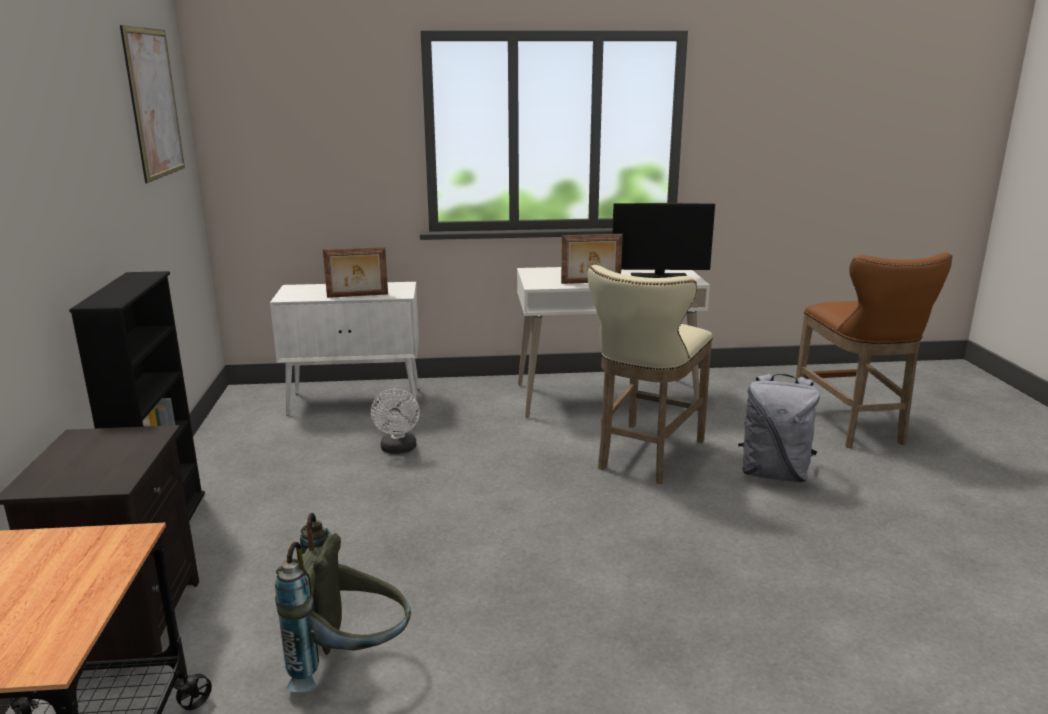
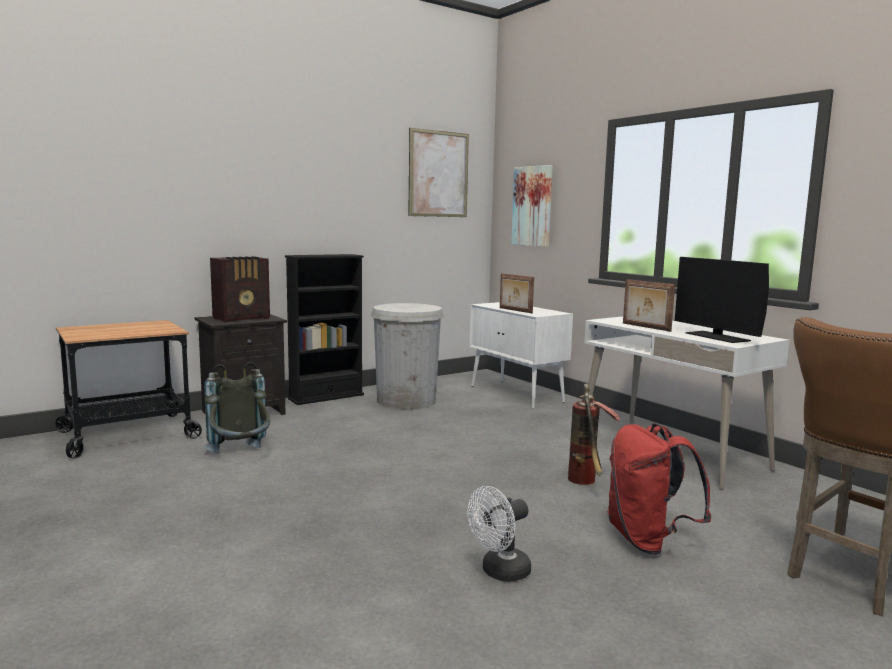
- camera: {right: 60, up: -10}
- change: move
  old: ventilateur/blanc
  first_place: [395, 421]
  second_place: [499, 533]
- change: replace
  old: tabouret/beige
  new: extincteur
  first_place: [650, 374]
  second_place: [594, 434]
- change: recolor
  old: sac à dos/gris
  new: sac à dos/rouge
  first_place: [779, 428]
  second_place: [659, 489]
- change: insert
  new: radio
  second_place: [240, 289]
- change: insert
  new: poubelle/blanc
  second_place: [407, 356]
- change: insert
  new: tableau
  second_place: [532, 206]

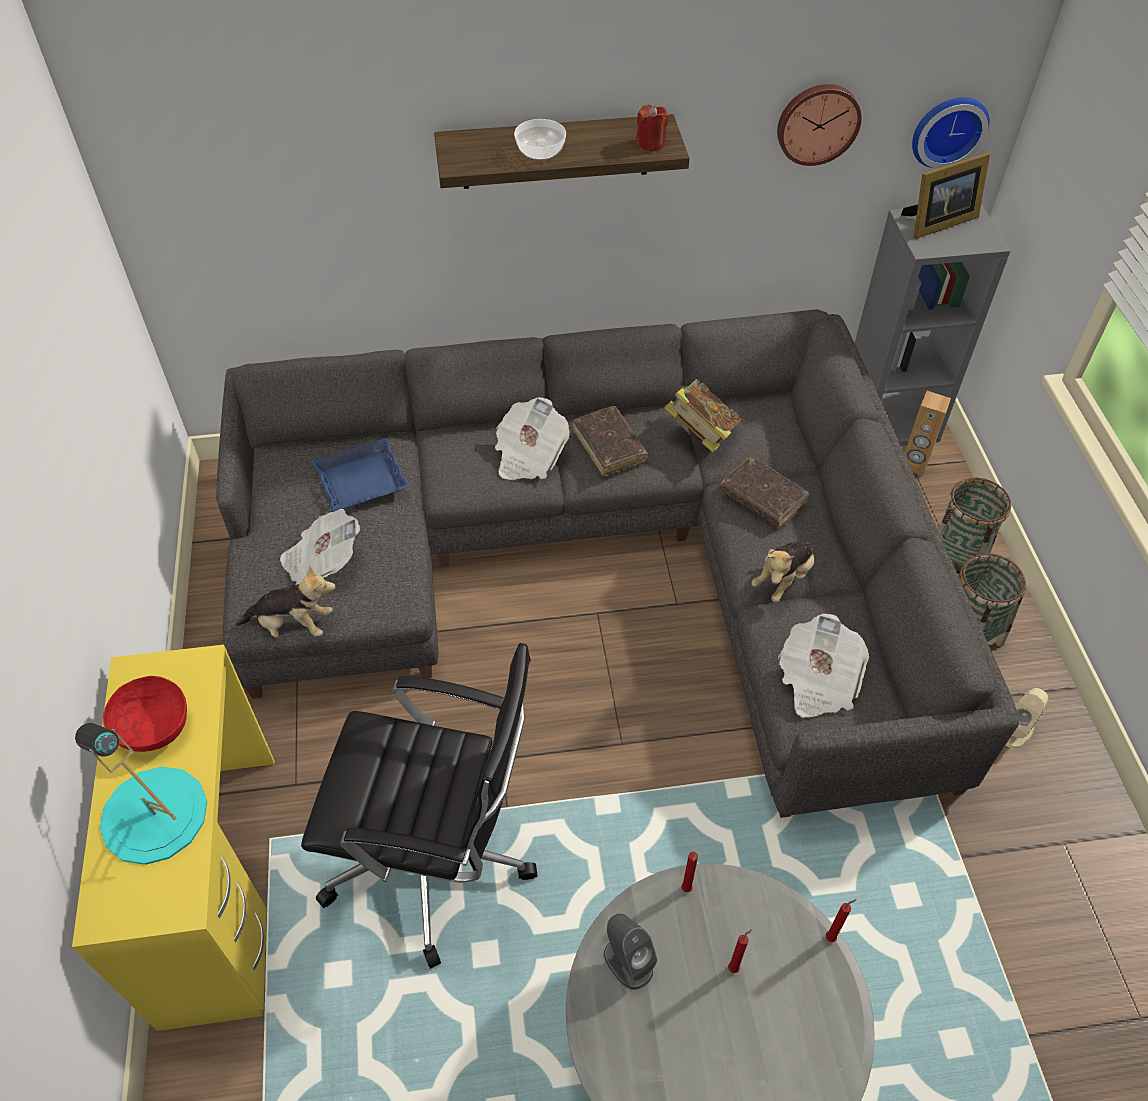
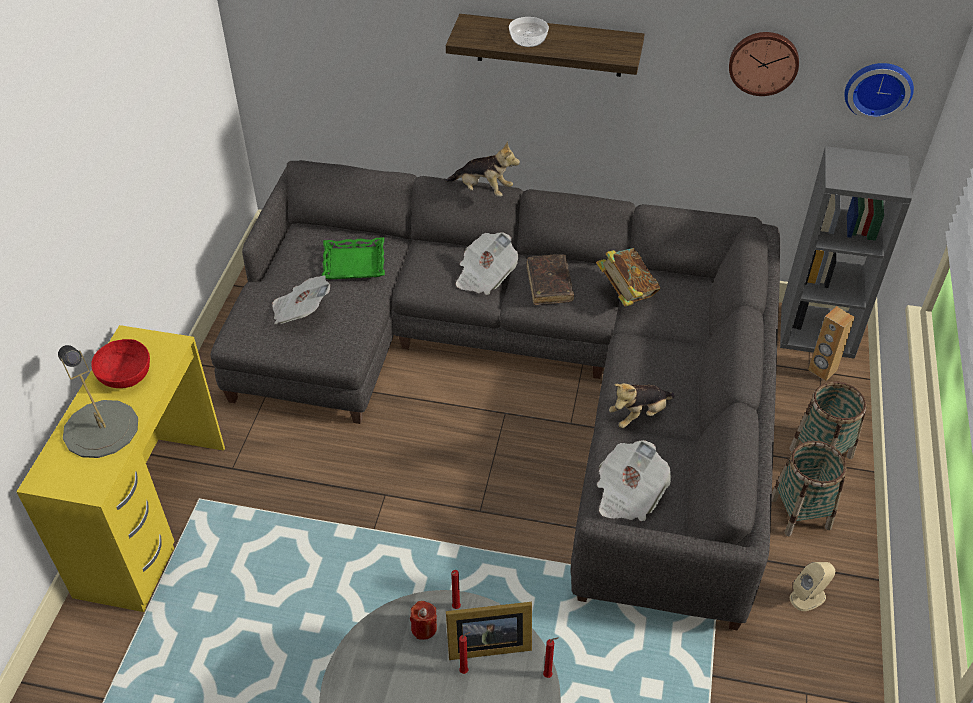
- camera: {right: 20, up: -5}
- change: recolor
  old: lampe de table/turquoise
  new: lampe de table/gris
  first_place: [141, 794]
  second_place: [98, 401]
- change: move
  old: peluche
  first_place: [286, 601]
  second_place: [483, 169]
- change: delete
  old: chaise de bureau/noir
  first_place: [419, 806]
- change: recolor
  old: plateau/bleu
  new: plateau/vert
  first_place: [361, 475]
  second_place: [353, 258]
- change: delete
  old: enceinte/gris
  first_place: [631, 952]
- change: move
  old: bougie/rouge
  first_place: [652, 128]
  second_place: [423, 620]
- change: delete
  old: livre/marron
  first_place: [764, 492]
- change: move
  old: cadre photo
  first_place: [945, 195]
  second_place: [489, 631]

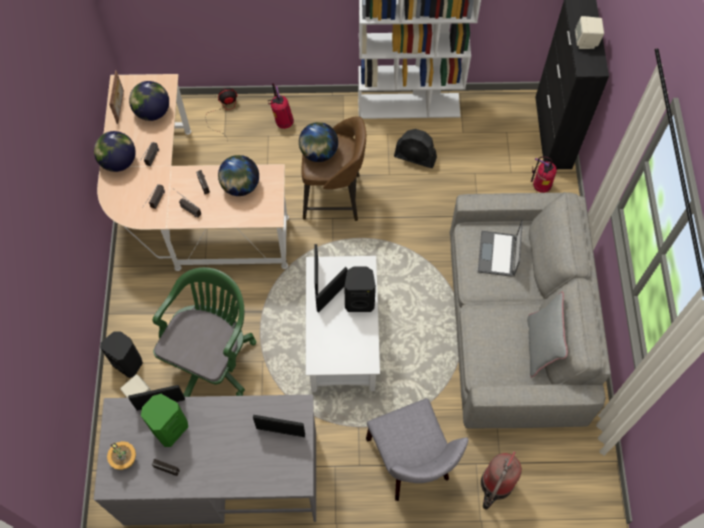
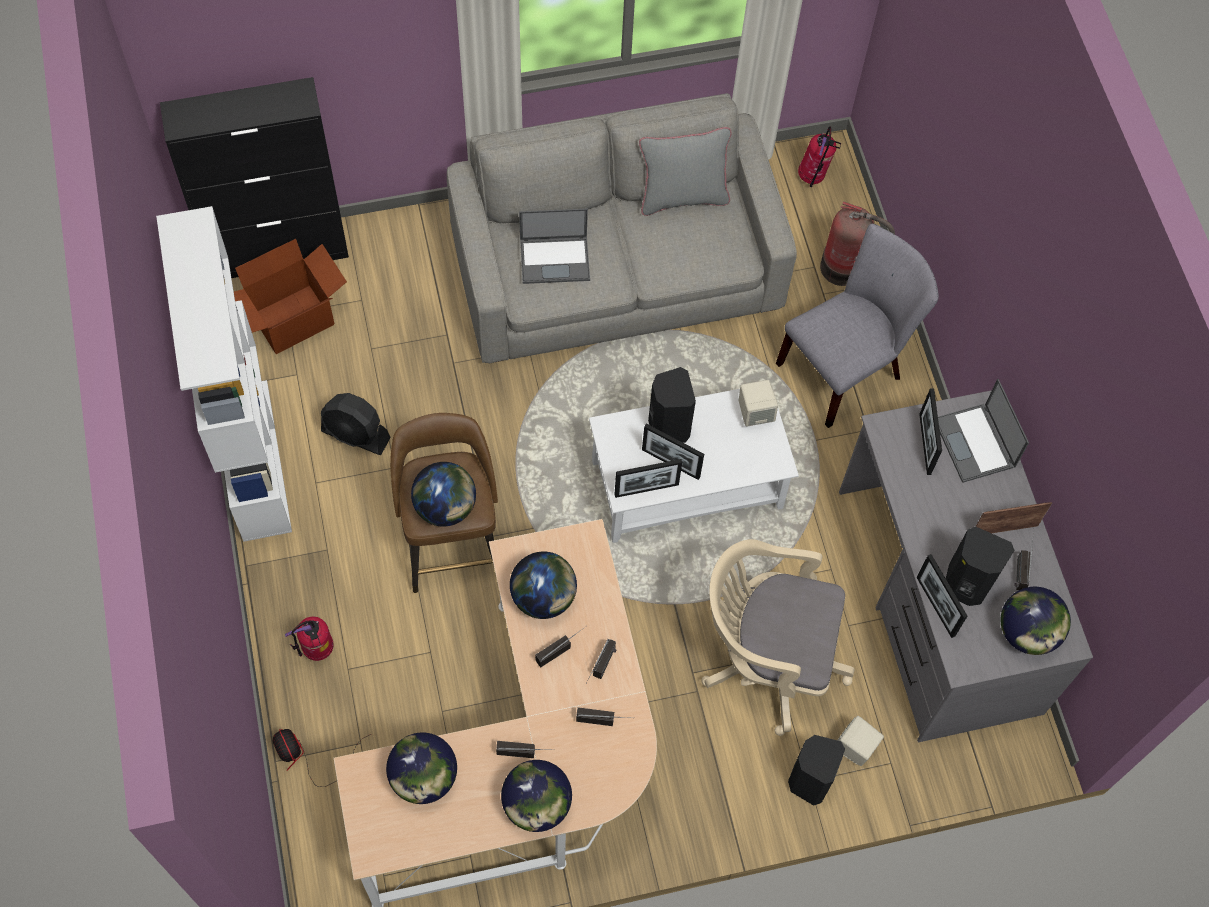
- camera: {right: -105, up: 0}
- change: replace
  old: plante en pot
  new: globe
  first_place: [121, 455]
  second_place: [1036, 621]
- change: move
  old: cadre photo
  first_place: [116, 97]
  second_place: [1014, 517]
- change: recolor
  old: enceinte/vert
  new: enceinte/noir
  first_place: [164, 420]
  second_place: [980, 566]
- change: recolor
  old: chaise de bureau/vert
  new: chaise de bureau/beige
  first_place: [204, 332]
  second_place: [778, 637]
- change: rotate
  old: ventilateur/noir
  first_place: [415, 148]
  second_place: [356, 424]
  degrees: 105
- change: move
  old: extincteur
  first_place: [544, 175]
  second_place: [819, 156]
- change: move
  old: enceinte/beige
  first_place: [589, 32]
  second_place: [758, 403]
- change: insert
  new: carton
  second_place: [290, 296]
- change: insert
  new: ordinateur portable
  second_place: [983, 431]

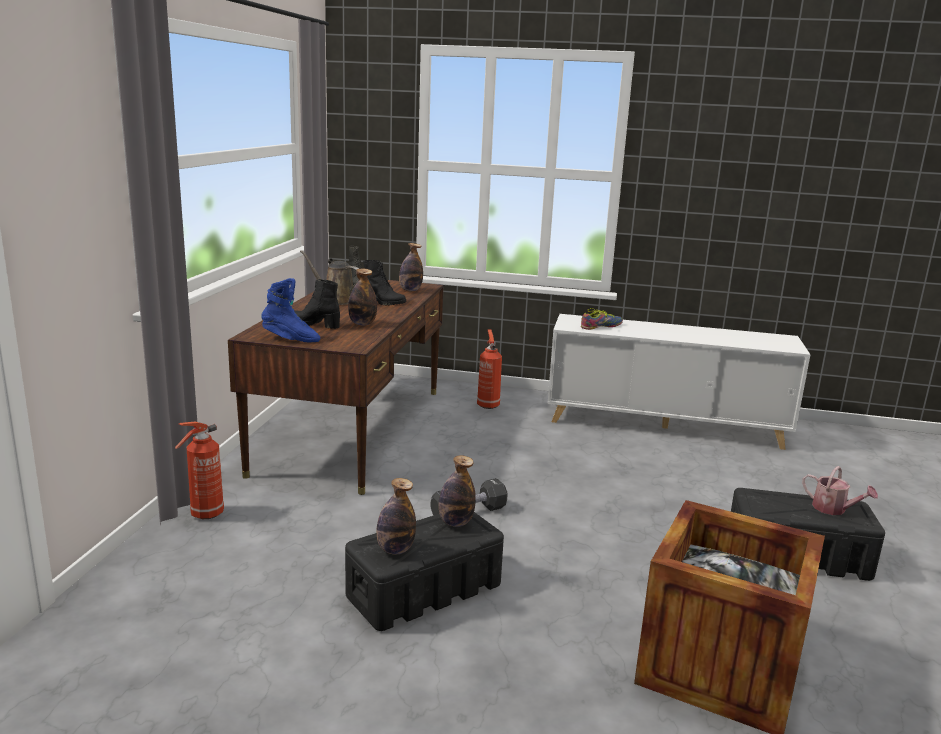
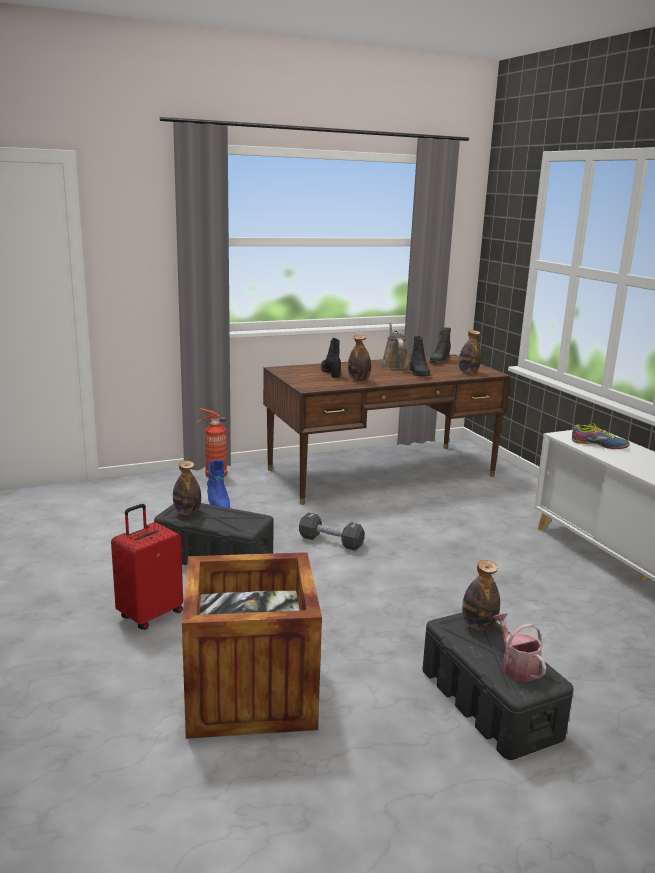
- camera: {right: 55, up: 0}
- change: move
  old: botte/bleu
  first_place: [290, 310]
  second_place: [218, 484]
- change: move
  old: bouteille
  first_place: [457, 491]
  second_place: [481, 595]
- change: delete
  old: extincteur
  first_place: [489, 369]
- change: rotate
  old: arrosoir
  first_place: [840, 490]
  second_place: [519, 647]
  degrees: 150
- change: insert
  new: valise/rouge
  second_place: [147, 567]

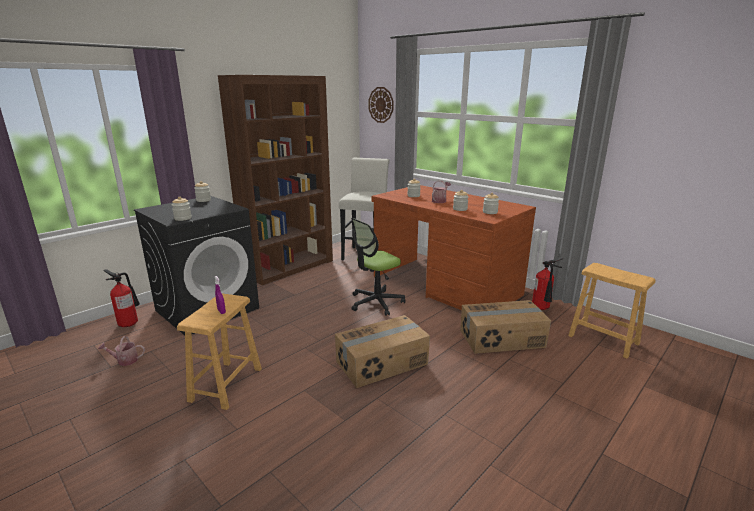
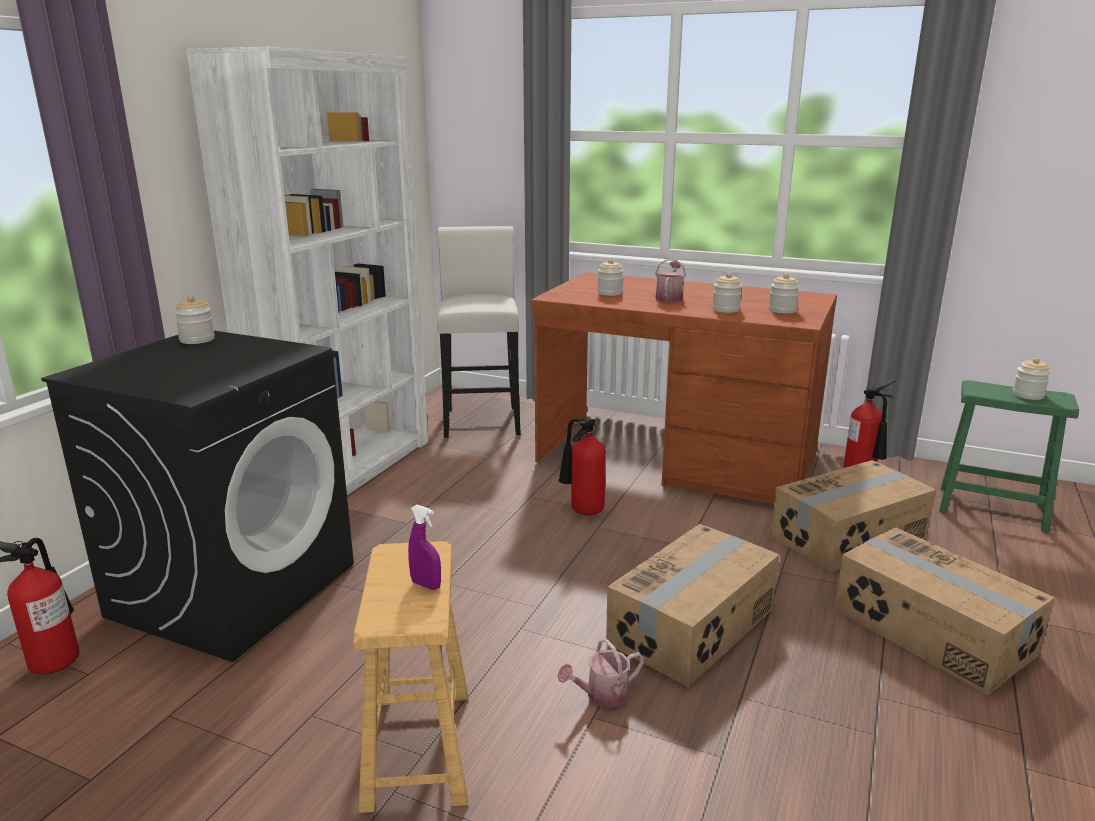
- camera: {right: -20, up: 0}
- change: move
  old: arrosoir
  first_place: [121, 351]
  second_place: [600, 673]
- change: move
  old: bocal
  first_place: [182, 209]
  second_place: [1032, 379]
- change: recolor
  old: bibliothèque/marron
  new: bibliothèque/blanc
  first_place: [275, 180]
  second_place: [307, 271]
- change: replace
  old: chaise de bureau
  new: extincteur
  first_place: [378, 267]
  second_place: [582, 467]
- change: delete
  old: horloge murale
  first_place: [381, 105]
- change: recolor
  old: tabouret/marron
  new: tabouret/vert
  first_place: [612, 311]
  second_place: [1009, 456]
- change: insert
  new: carton
  second_place: [945, 611]

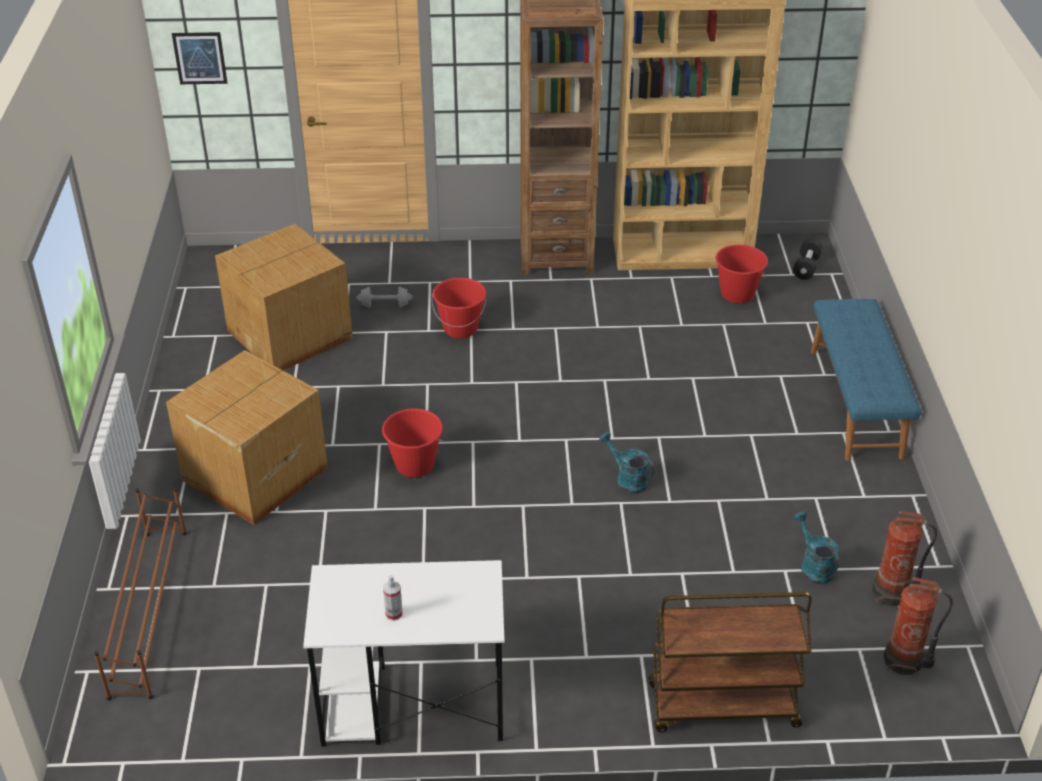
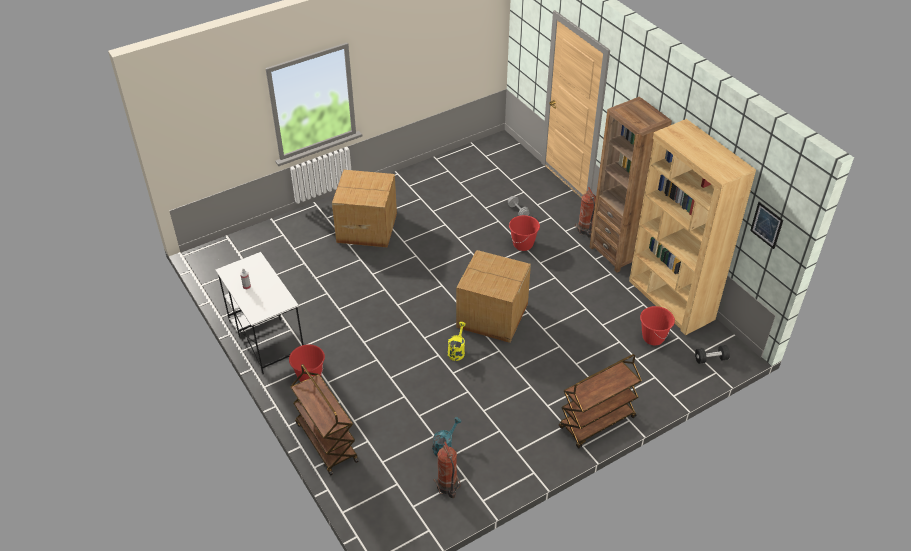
- camera: {right: 60, up: 5}
- change: delete
  old: étagère à chaussures/marron
  first_place: [140, 594]
- change: move
  old: tableau
  first_place: [199, 58]
  second_place: [766, 225]
- change: move
  old: carton
  first_place: [284, 297]
  second_place: [493, 296]
- change: move
  old: seau/rouge
  first_place: [413, 443]
  second_place: [307, 363]
- change: recolor
  old: arrosoir/turquoise
  new: arrosoir/jaune
  first_place: [626, 463]
  second_place: [457, 341]
- change: replace
  old: banc/bleu
  new: chariot/marron
  first_place: [866, 380]
  second_place: [600, 401]
- change: move
  old: extincteur
  first_place: [918, 626]
  second_place: [585, 212]

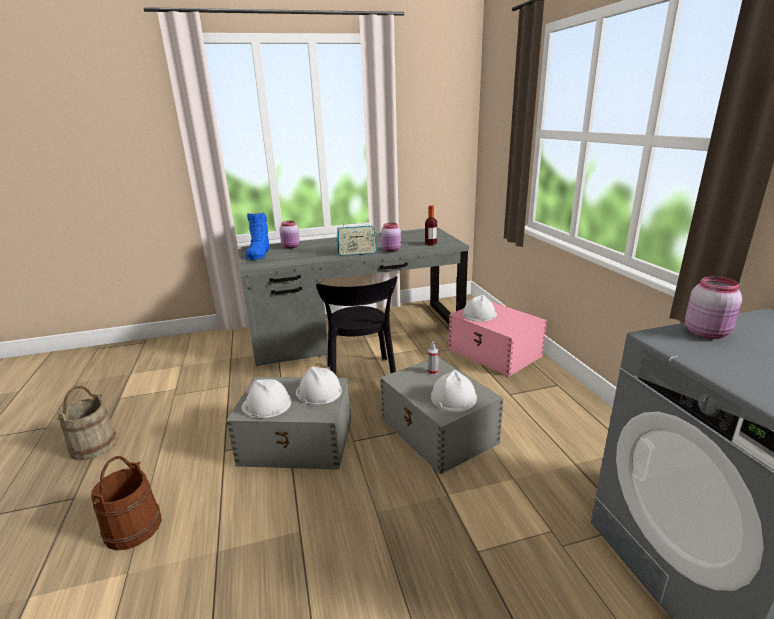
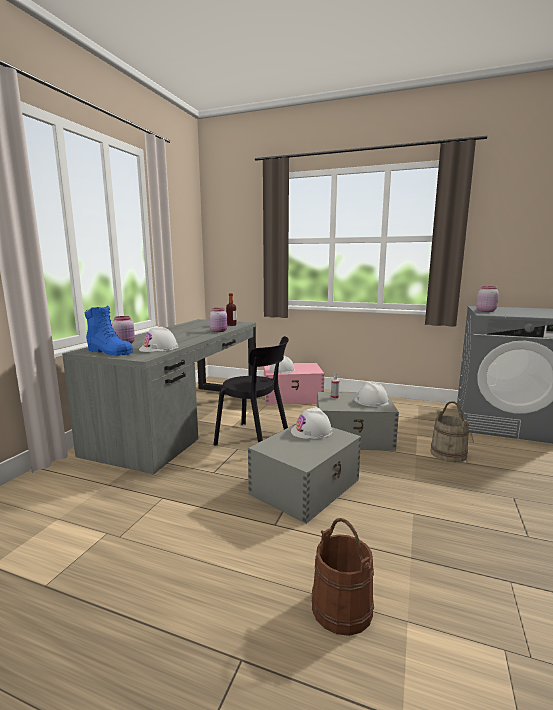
- camera: {right: -55, up: -10}
- change: move
  old: seau/beige
  first_place: [87, 423]
  second_place: [449, 431]
- change: move
  old: casque de chantier/blanc
  first_place: [266, 398]
  second_place: [158, 339]
- change: delete
  old: radio
  first_place: [356, 238]

